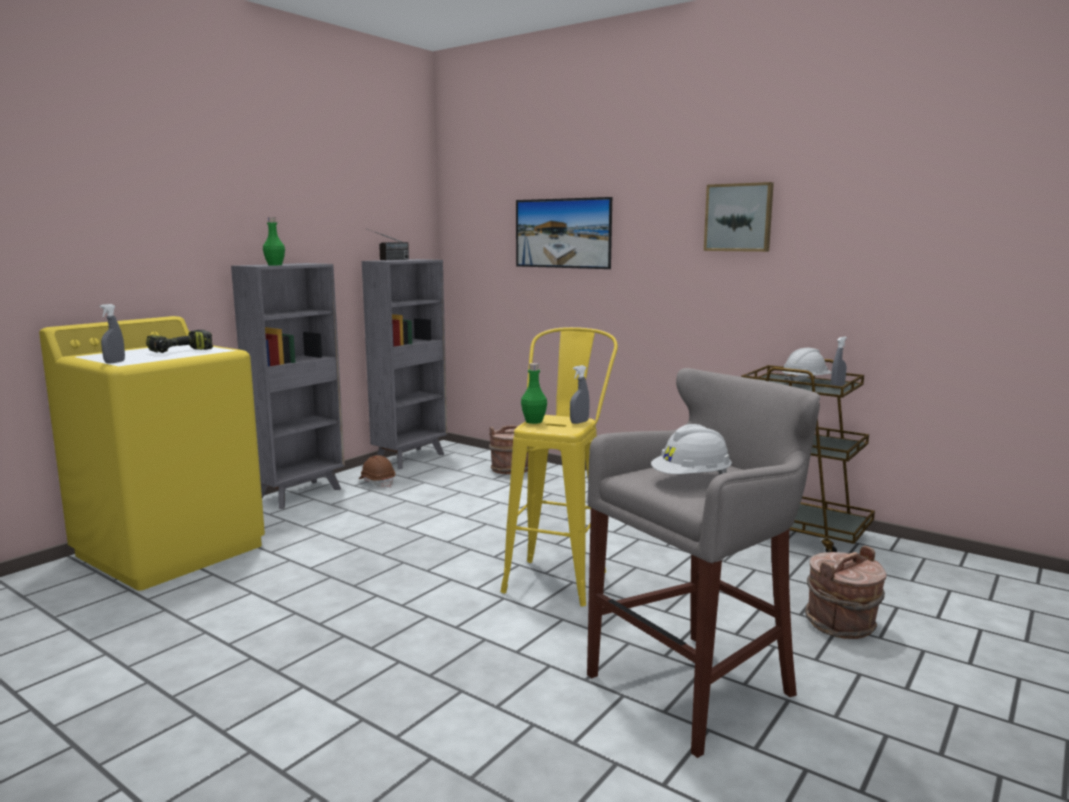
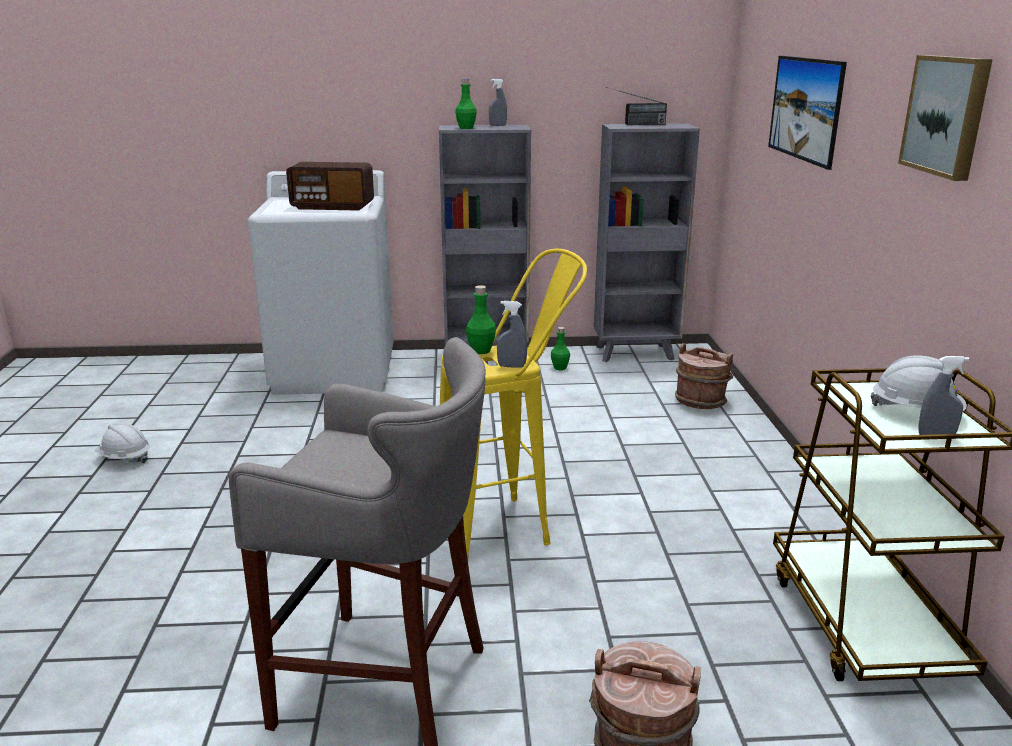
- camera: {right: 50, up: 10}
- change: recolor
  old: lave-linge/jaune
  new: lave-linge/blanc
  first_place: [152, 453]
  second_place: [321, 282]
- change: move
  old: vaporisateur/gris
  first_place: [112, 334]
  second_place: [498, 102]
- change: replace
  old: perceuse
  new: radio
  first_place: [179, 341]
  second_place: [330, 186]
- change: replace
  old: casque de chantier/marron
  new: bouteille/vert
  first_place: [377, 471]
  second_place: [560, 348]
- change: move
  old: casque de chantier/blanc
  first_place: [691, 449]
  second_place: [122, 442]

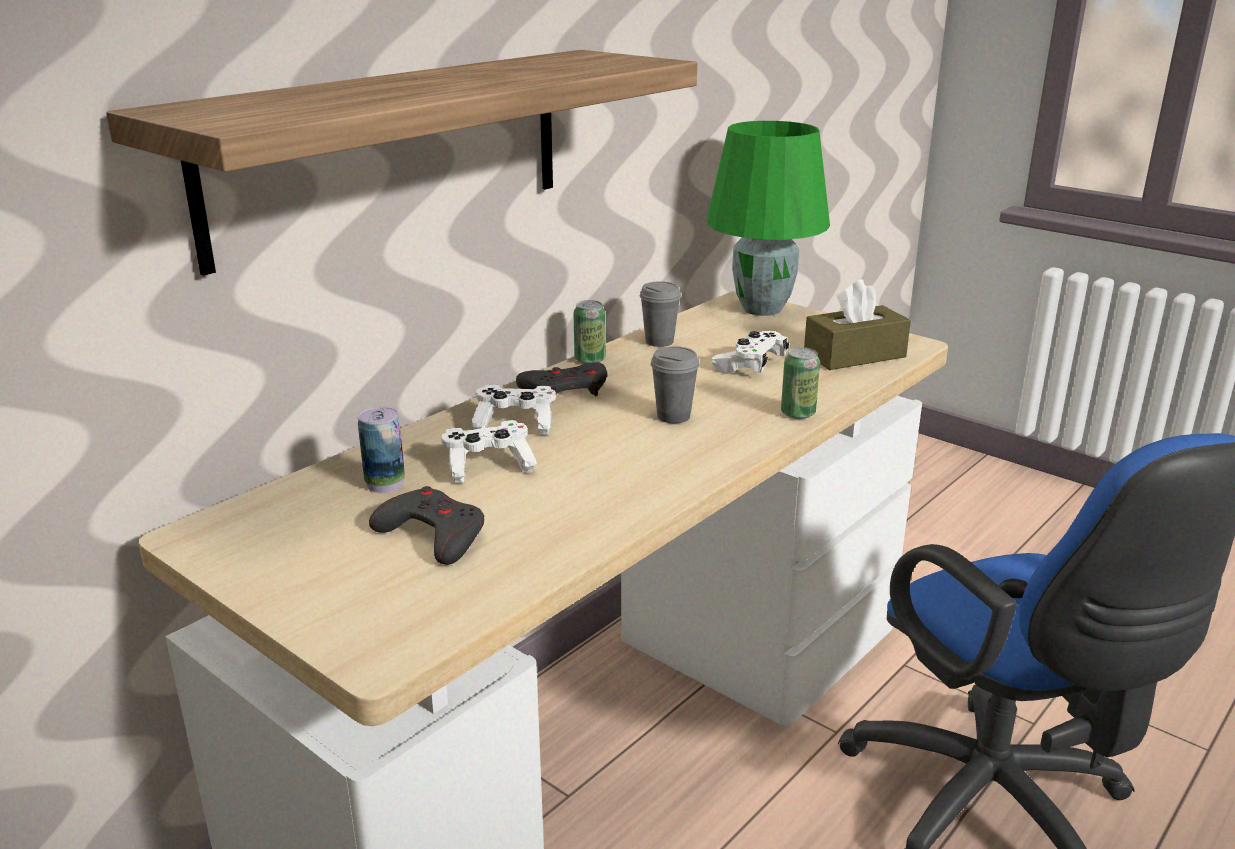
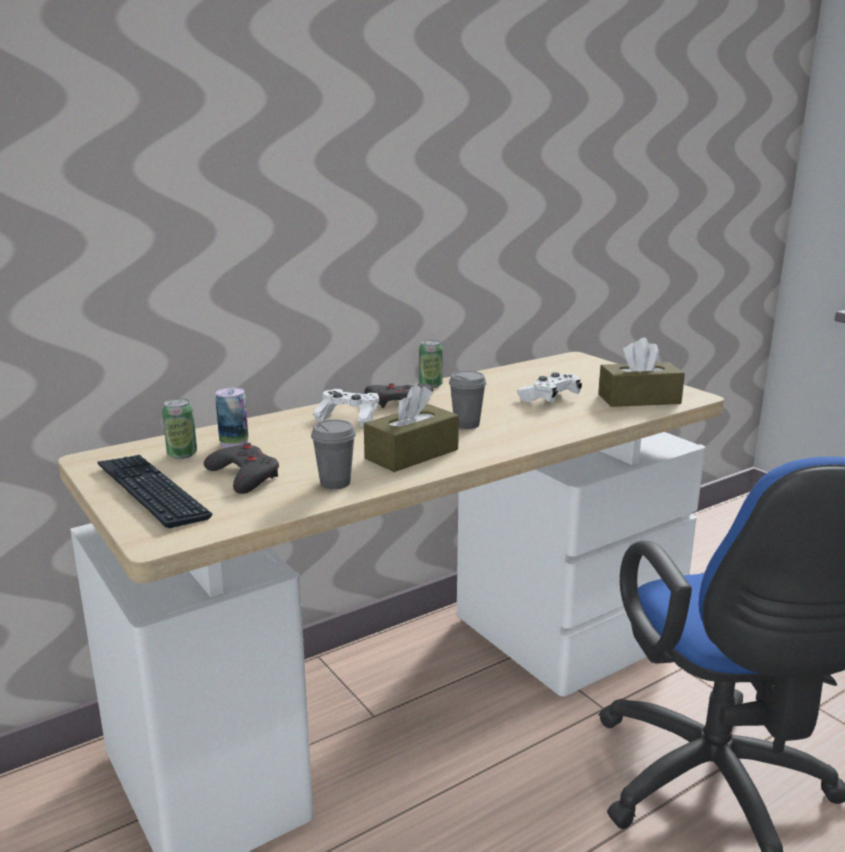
- camera: {right: 15, up: -5}
- change: delete
  old: étagère
  first_place: [401, 163]
- change: delete
  old: manette/blanc
  first_place: [489, 452]
- change: move
  old: tasse/gris
  first_place: [660, 314]
  second_place: [333, 454]
- change: delete
  old: lampe de table/vert
  first_place: [768, 218]
- change: move
  old: boîte métallique
  first_place: [800, 383]
  second_place: [179, 428]
- change: insert
  new: clavier
  second_place: [154, 491]
- change: insert
  new: boîte à mouchoirs/marron
  second_place: [411, 428]

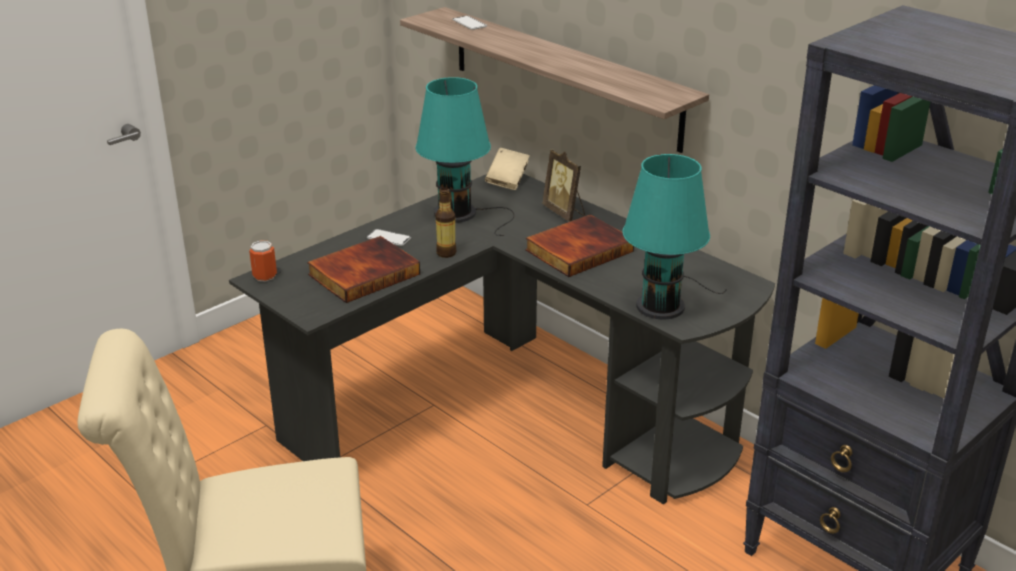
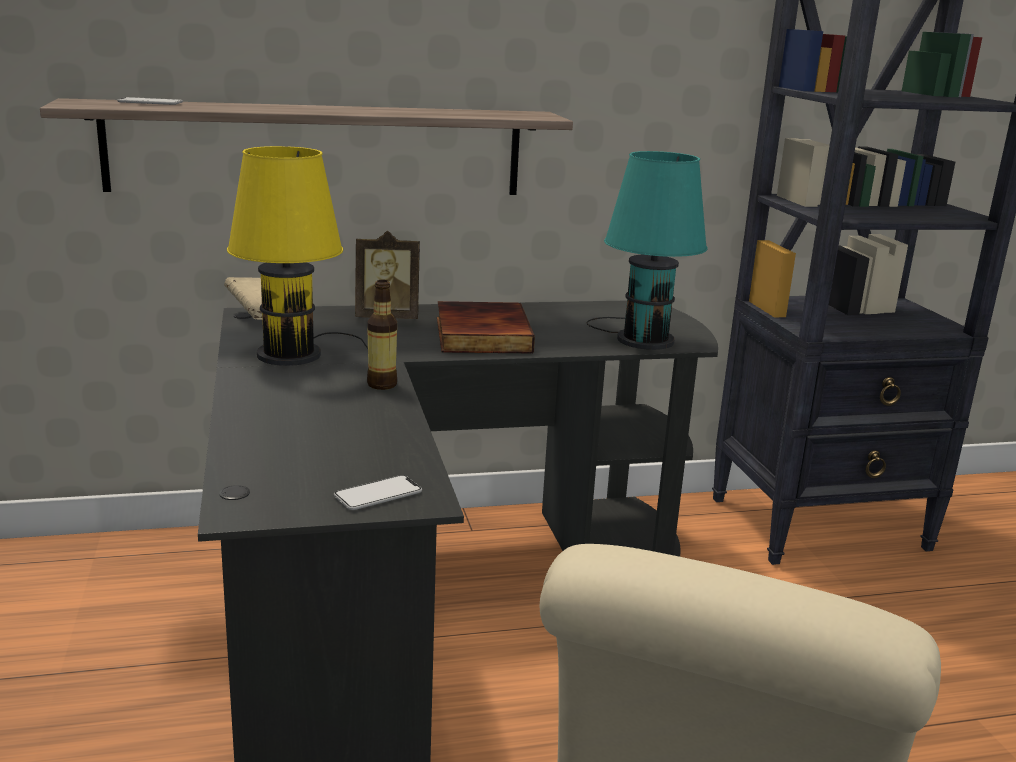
- camera: {right: -60, up: -10}
- change: delete
  old: boîte métallique
  first_place: [263, 261]
- change: delete
  old: livre
  first_place: [363, 269]
- change: move
  old: téléphone
  first_place: [389, 237]
  second_place: [378, 492]
- change: recolor
  old: lampe de table/turquoise
  new: lampe de table/jaune
  first_place: [464, 156]
  second_place: [297, 256]

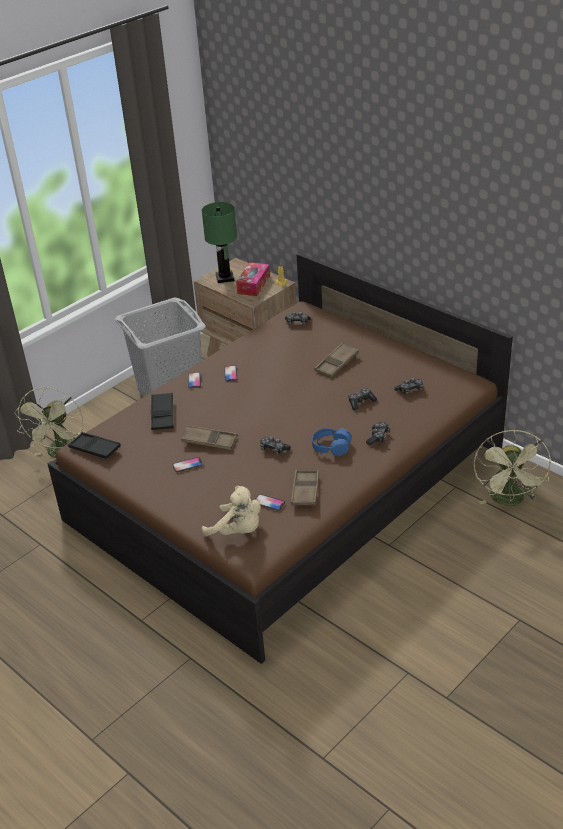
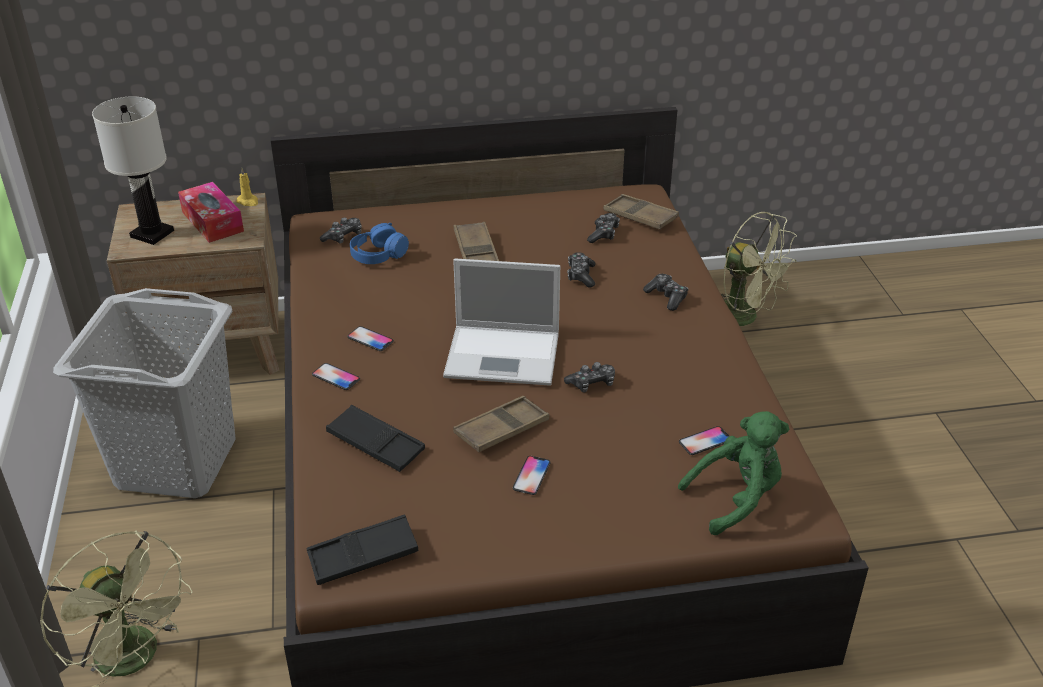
- camera: {right: -55, up: 0}
- change: recolor
  old: lampe de table/vert
  new: lampe de table/blanc
  first_place: [219, 242]
  second_place: [133, 170]
- change: recolor
  old: peluche/beige
  new: peluche/vert
  first_place: [231, 511]
  second_place: [733, 473]
- change: move
  old: plateau/marron
  first_place: [305, 488]
  second_place: [641, 211]
- change: move
  old: casque audio/bleu
  first_place: [332, 442]
  second_place: [379, 243]
- change: insert
  new: ordinateur portable
  second_place: [501, 322]

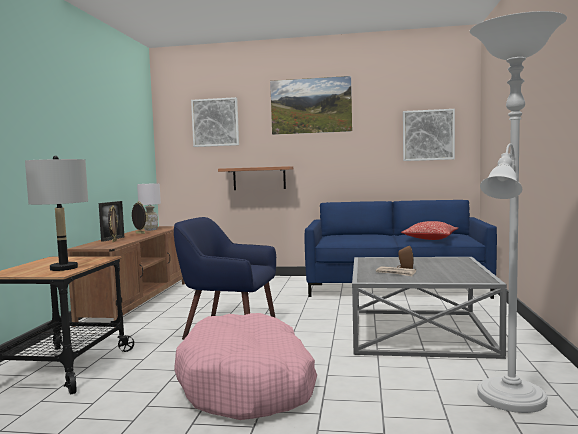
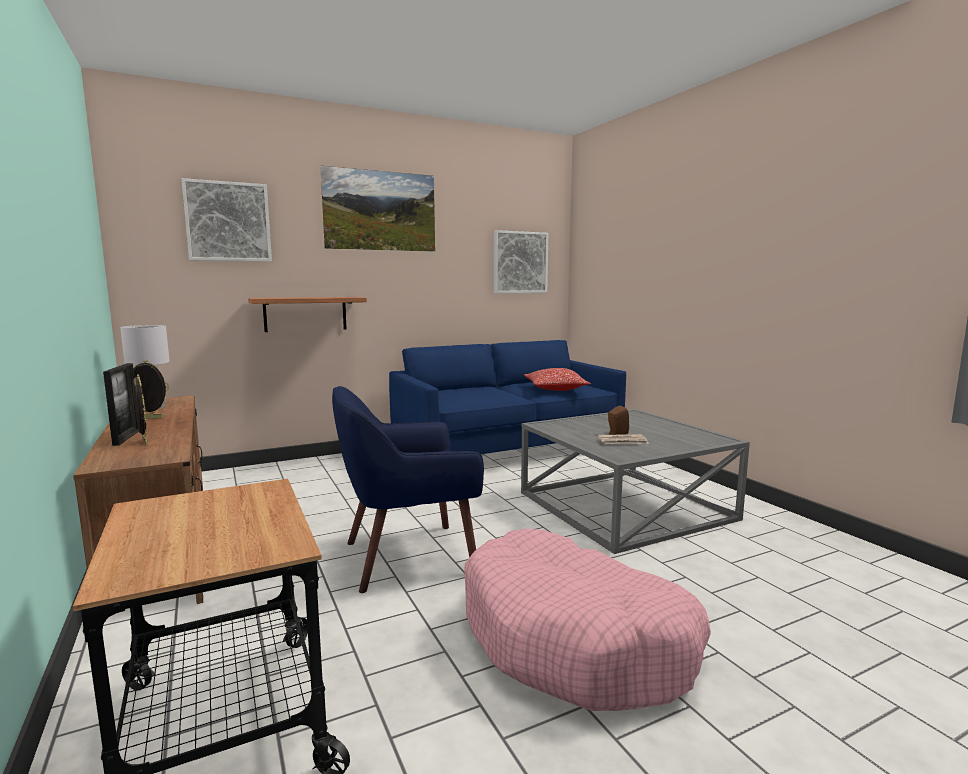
- camera: {right: -35, up: 5}
- change: delete
  old: lampe de table/gris
  first_place: [56, 213]
- change: delete
  old: lampadaire/blanc
  first_place: [518, 212]

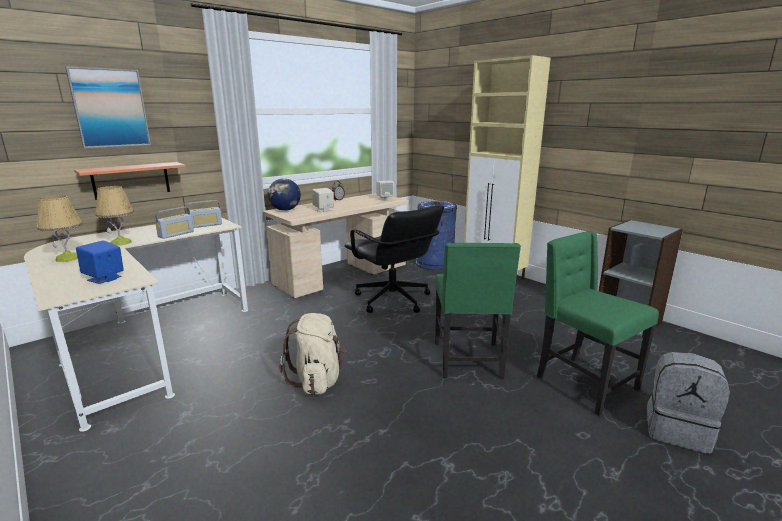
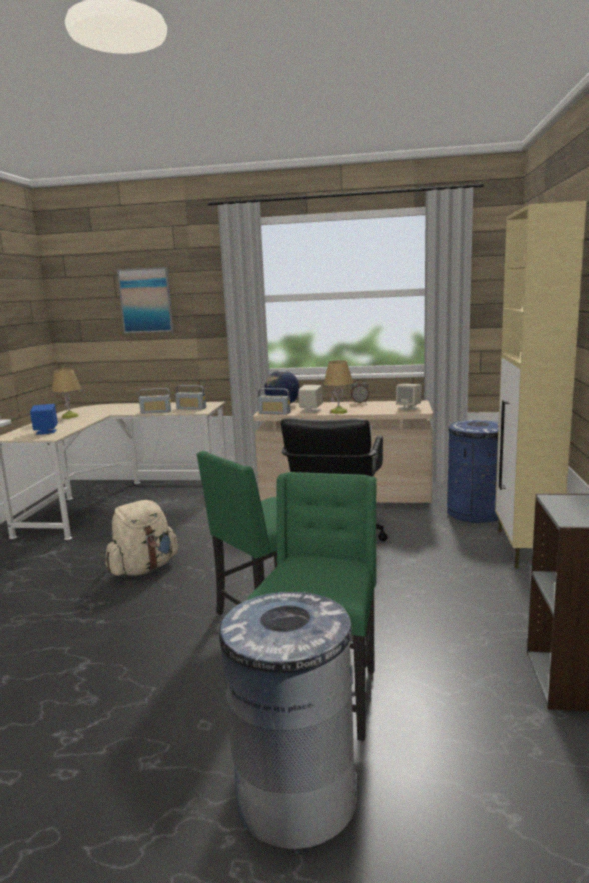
- camera: {right: 50, up: -5}
- change: delete
  old: étagère
  first_place: [130, 181]
- change: move
  old: lampe de table
  first_place: [114, 216]
  second_place: [338, 387]
- change: replace
  old: sac à dos/gris
  new: poubelle/gris
  first_place: [688, 403]
  second_place: [288, 720]
- change: insert
  new: radio
  second_place: [274, 401]

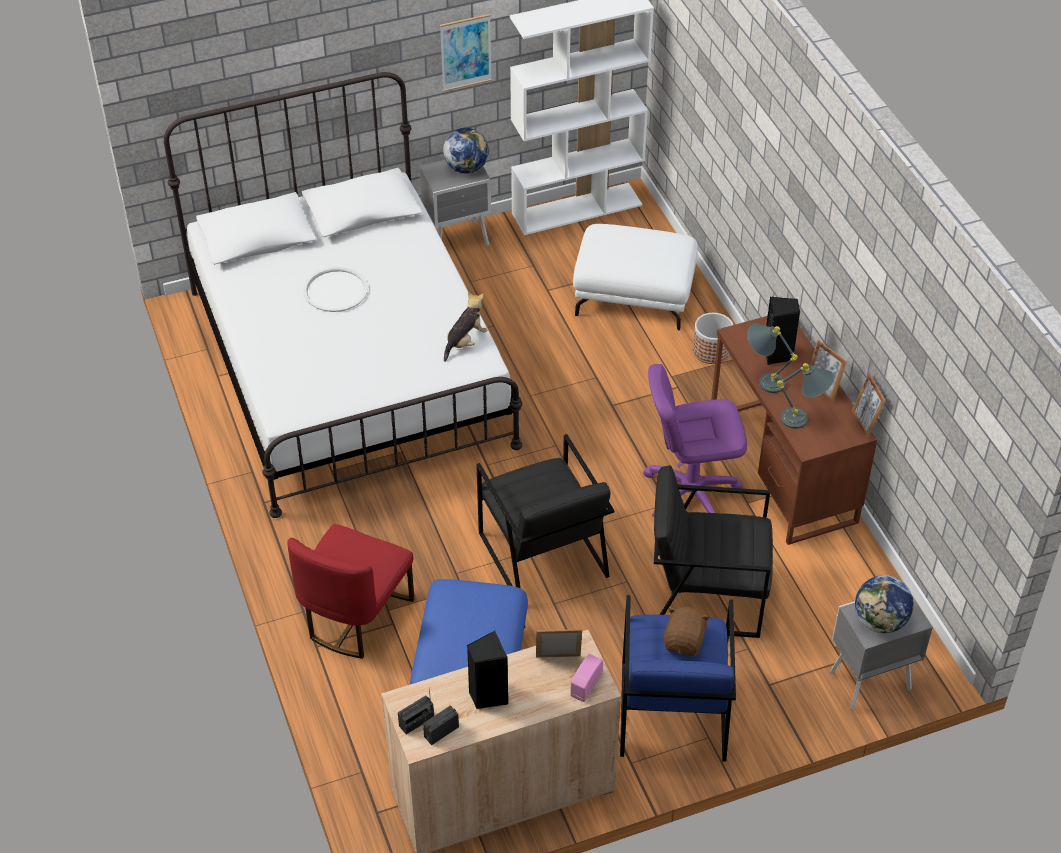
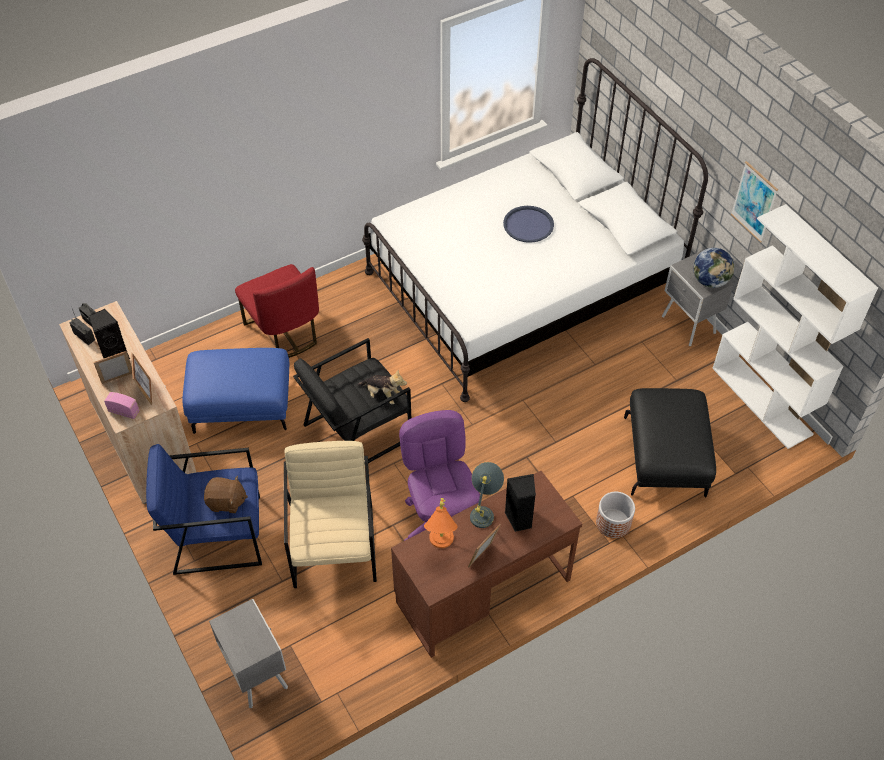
- camera: {right: 80, up: 5}
- change: rotate
  old: chaise/rouge
  first_place: [350, 591]
  second_place: [277, 311]
  degrees: -135
- change: recolor
  old: plateau/blanc
  new: plateau/bleu
  first_place: [335, 289]
  second_place: [528, 224]
- change: move
  old: peluche
  first_place: [465, 327]
  second_place: [382, 387]
- change: recolor
  old: pouf/blanc
  new: pouf/noir
  first_place: [635, 277]
  second_place: [670, 442]
- change: recolor
  old: fauteuil/noir
  new: fauteuil/beige
  first_place: [713, 551]
  second_place: [330, 514]
- change: recolor
  old: lampe de table/gris
  new: lampe de table/orange
  first_place: [805, 396]
  second_place: [441, 523]
- change: move
  old: cadre photo
  first_place: [869, 406]
  second_place: [113, 367]
- change: delete
  old: globe
  first_place: [884, 604]

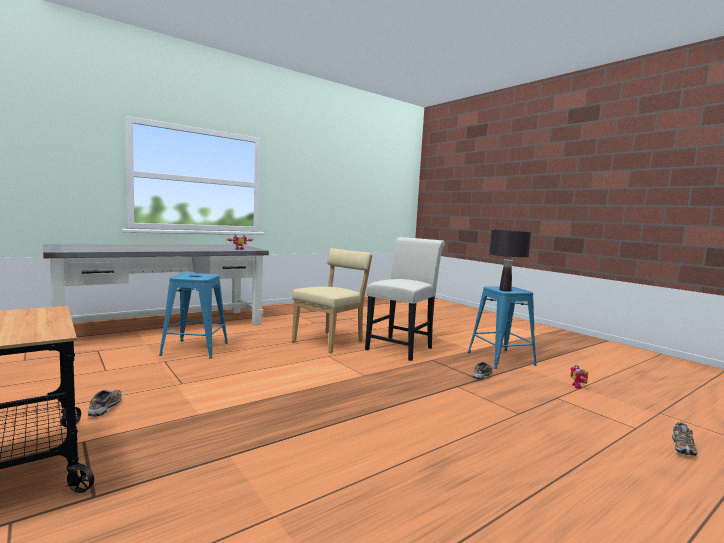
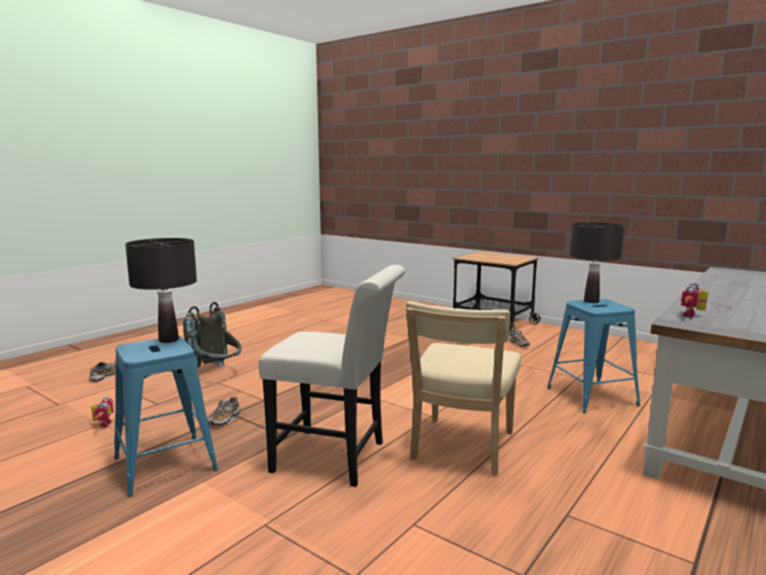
- camera: {right: 165, up: 5}
- change: rotate
  old: chaise/blanc
  first_place: [405, 299]
  second_place: [332, 376]
  degrees: -90
- change: insert
  new: sac à dos/gris
  second_place: [212, 335]
- change: insert
  new: lampe de table/noir
  second_place: [597, 262]

